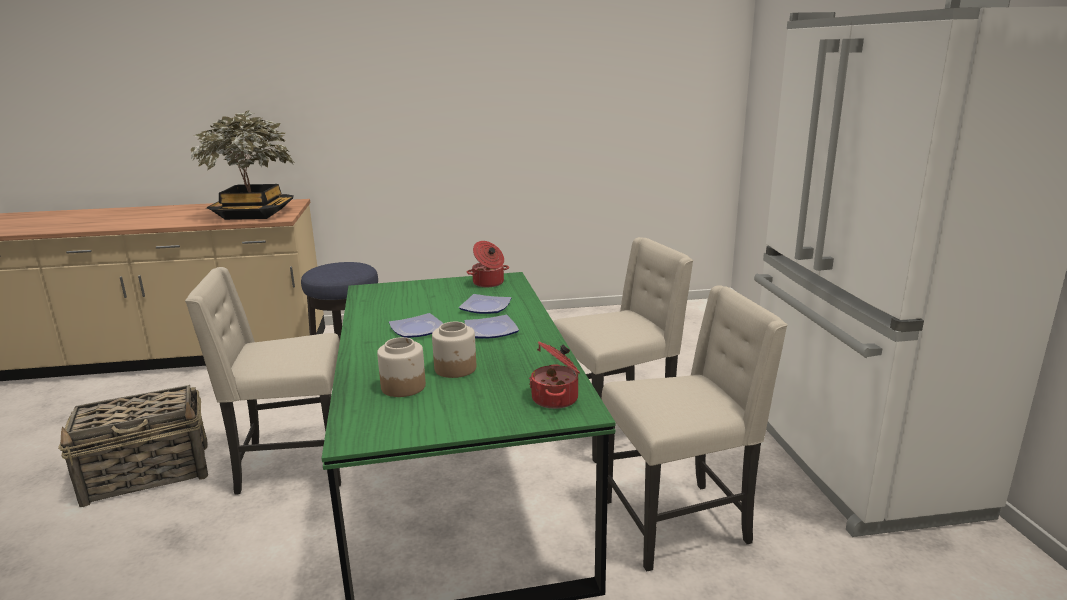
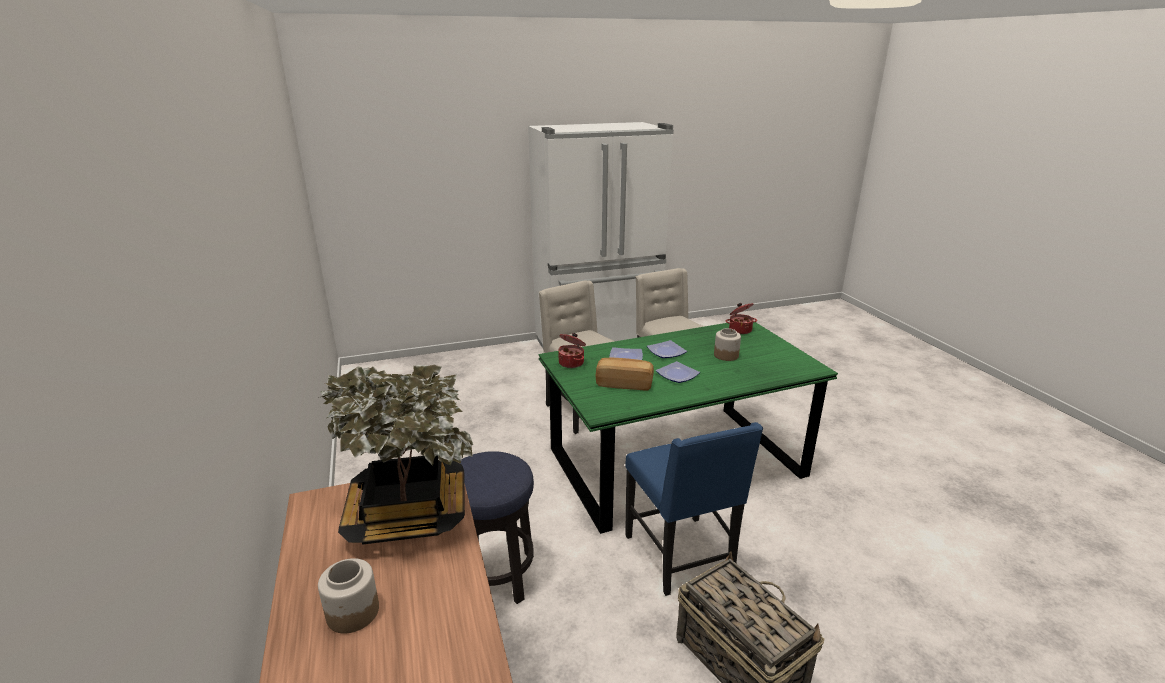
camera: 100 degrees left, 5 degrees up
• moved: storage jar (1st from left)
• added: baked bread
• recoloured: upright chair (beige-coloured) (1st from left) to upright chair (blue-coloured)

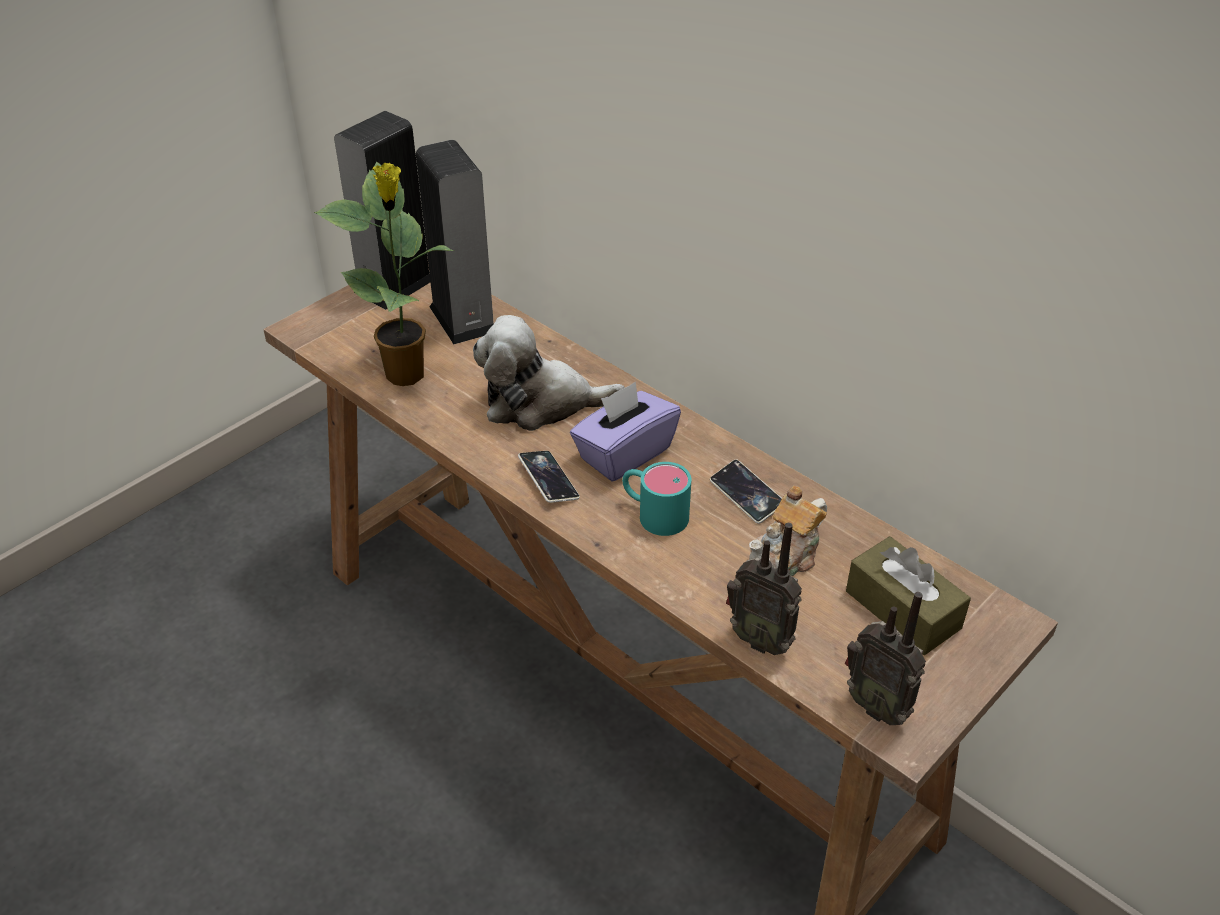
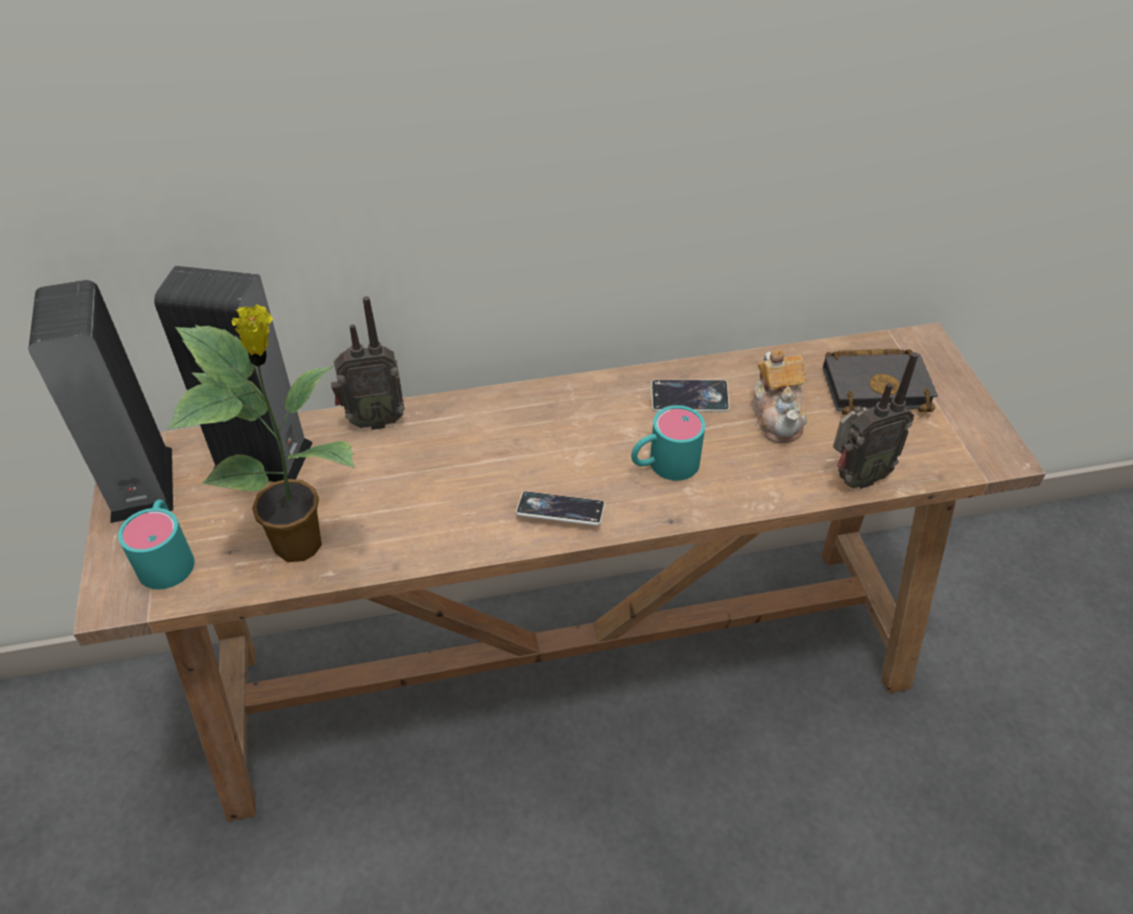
camera: 55 degrees left, 5 degrees up
• added: mug (blue-green) (1st from left)
• moved: radio receiver (2nd from left in the first image) to radio receiver (1st from left)
• replaced: tissue box (brown-coloured) to bound book (black)
• removed: cuddly toy
• removed: tissue box (purple)

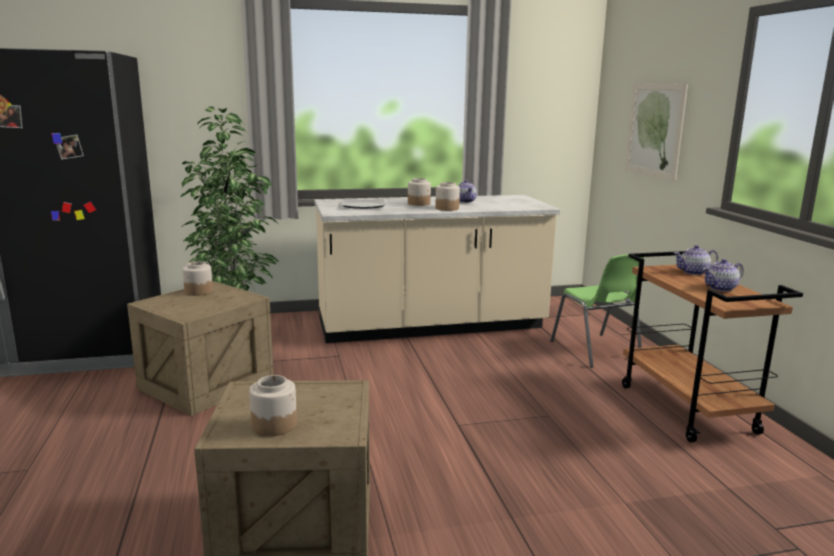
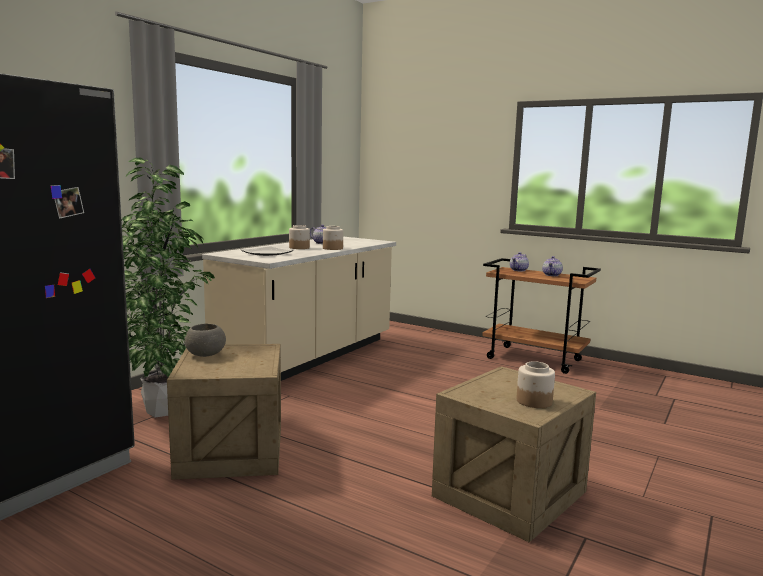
camera: 45 degrees left, 5 degrees down
• replaced: storage jar (1st from left) to bowl (grey)
• removed: upright chair (green-coloured)
• removed: wall picture

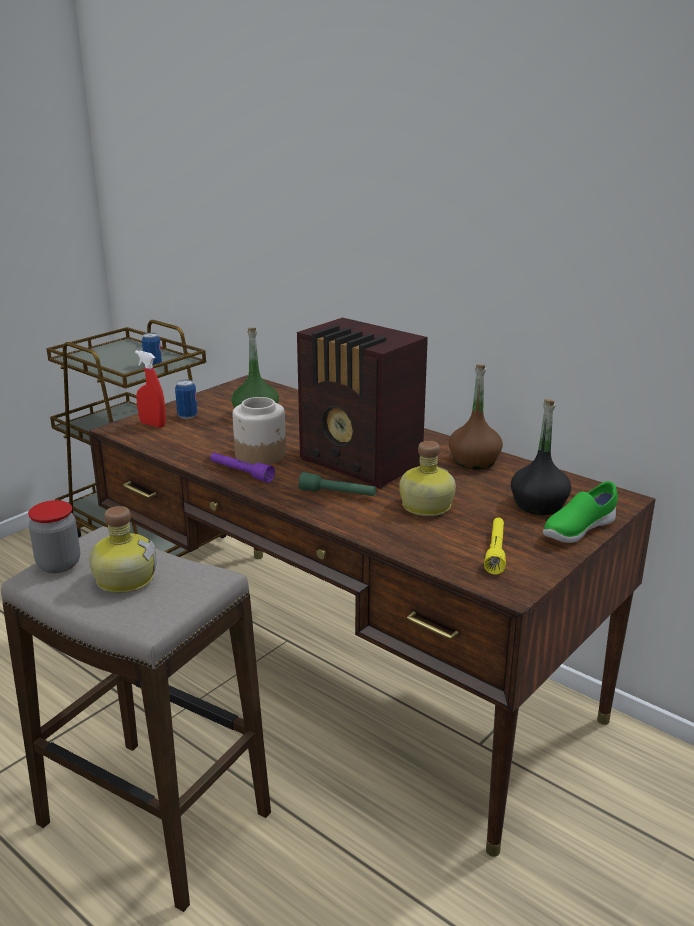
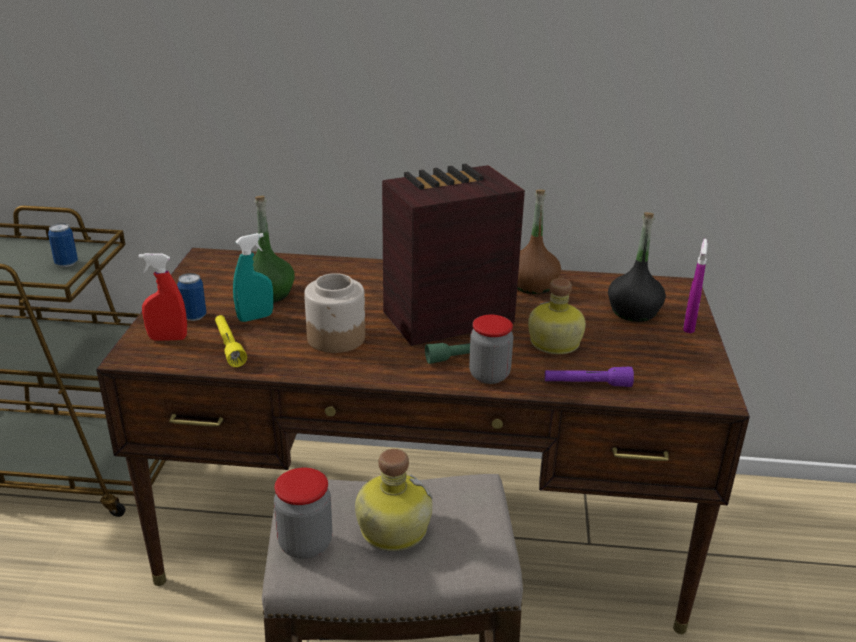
camera: 35 degrees left, 5 degrees up
• moved: flashlight (yellow)
• added: hand sprayer (blue-green)
• turned: radio receiver 150 degrees clockwise
• added: storage jar (3rd from left)
• moved: flashlight (purple)
• replaced: low shoe (green-coloured) to hand sprayer (purple)

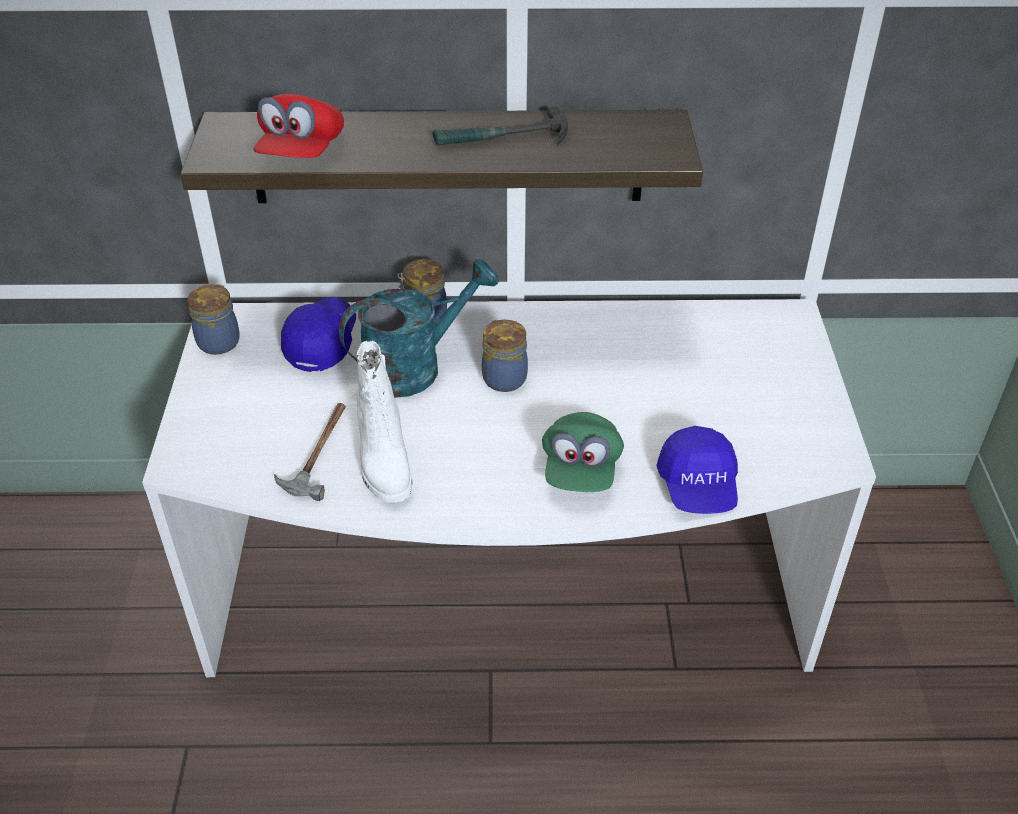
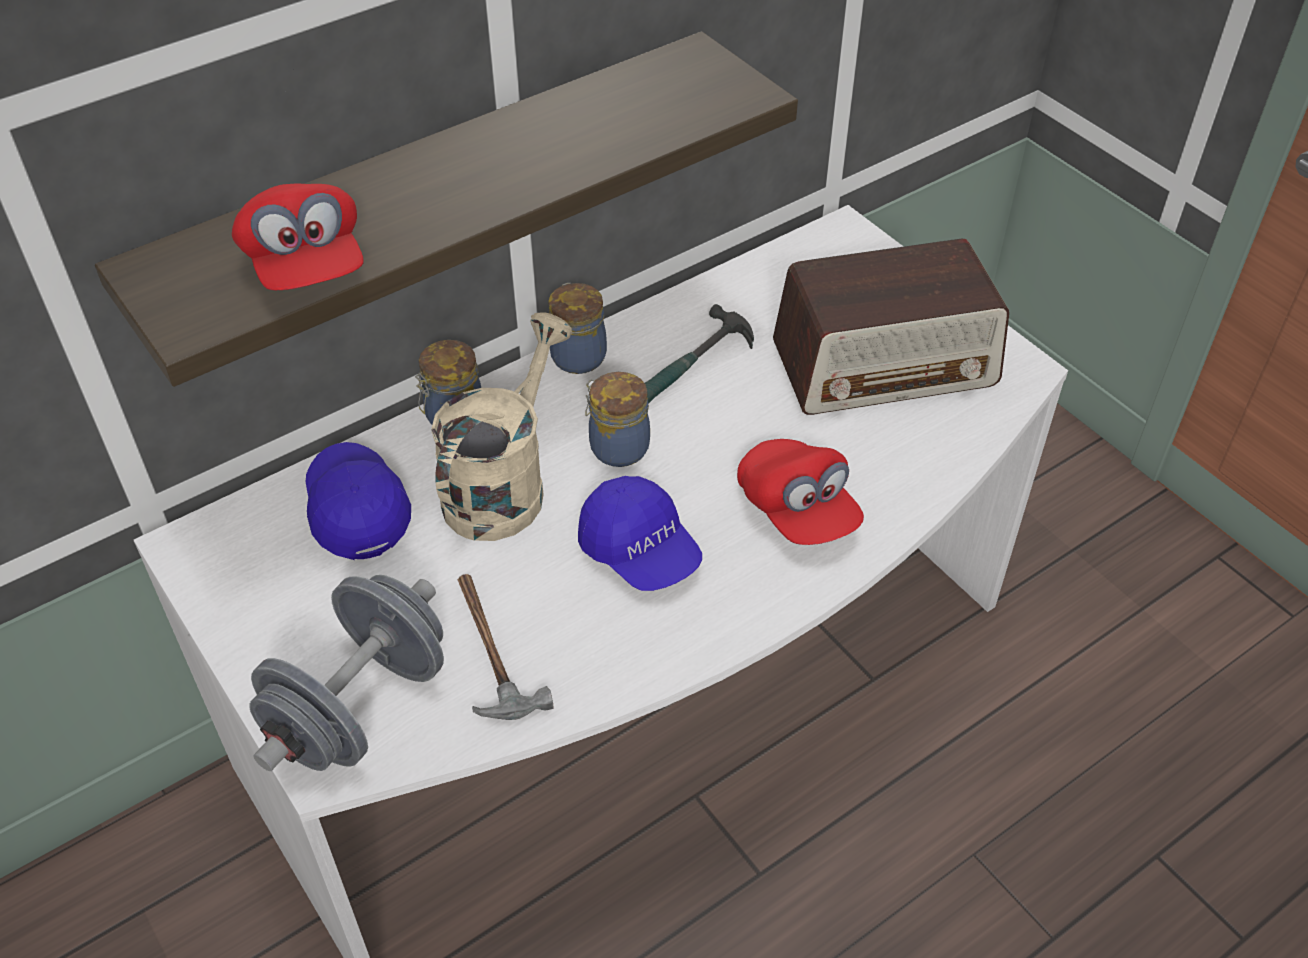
camera: 35 degrees left, 5 degrees up
• added: hand weight (grey)
• recoloured: sprinkling can (blue-green) to sprinkling can (beige-coloured)
• moved: storage jar (1st from left in the first image) to storage jar (2nd from left)
• moved: cap (blue-coloured) (2nd from left)
• moved: hand hammer (2nd from left)
• recoloured: cap (green-coloured) to cap (red-coloured) (2nd from left)
• added: radio receiver
• removed: boot (white)

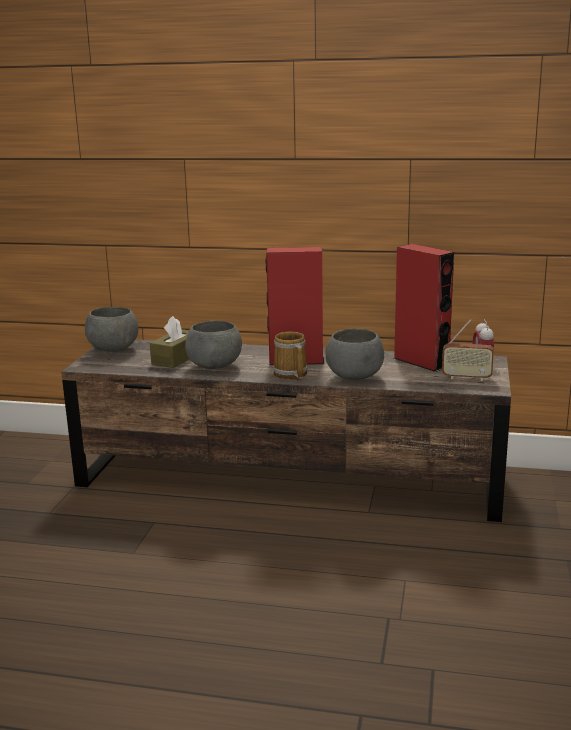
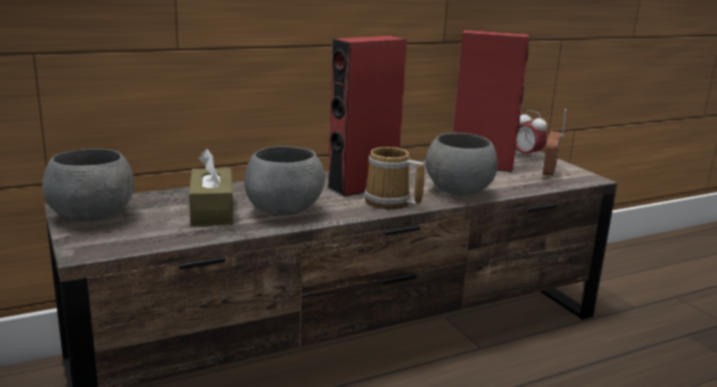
camera: 40 degrees left, 0 degrees up
• turned: radio receiver 135 degrees clockwise

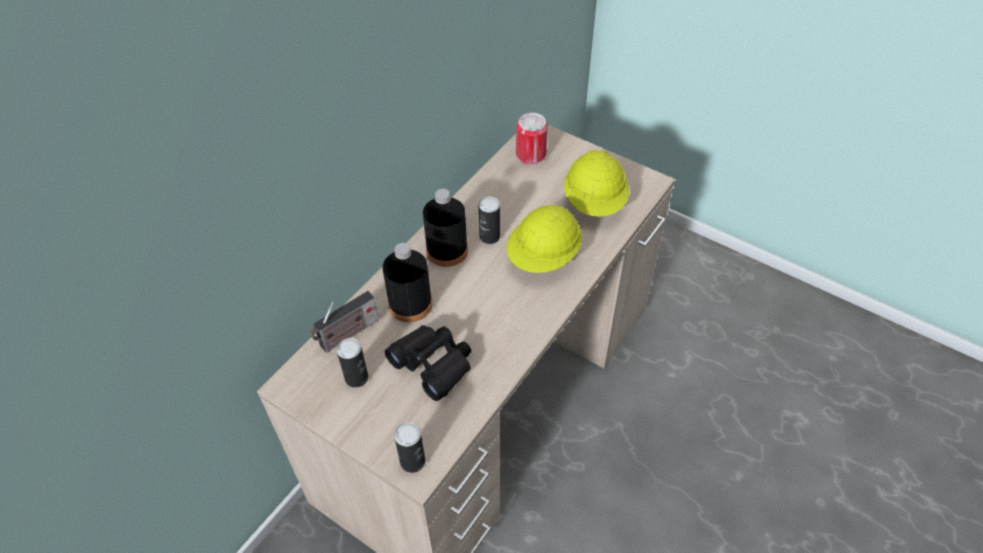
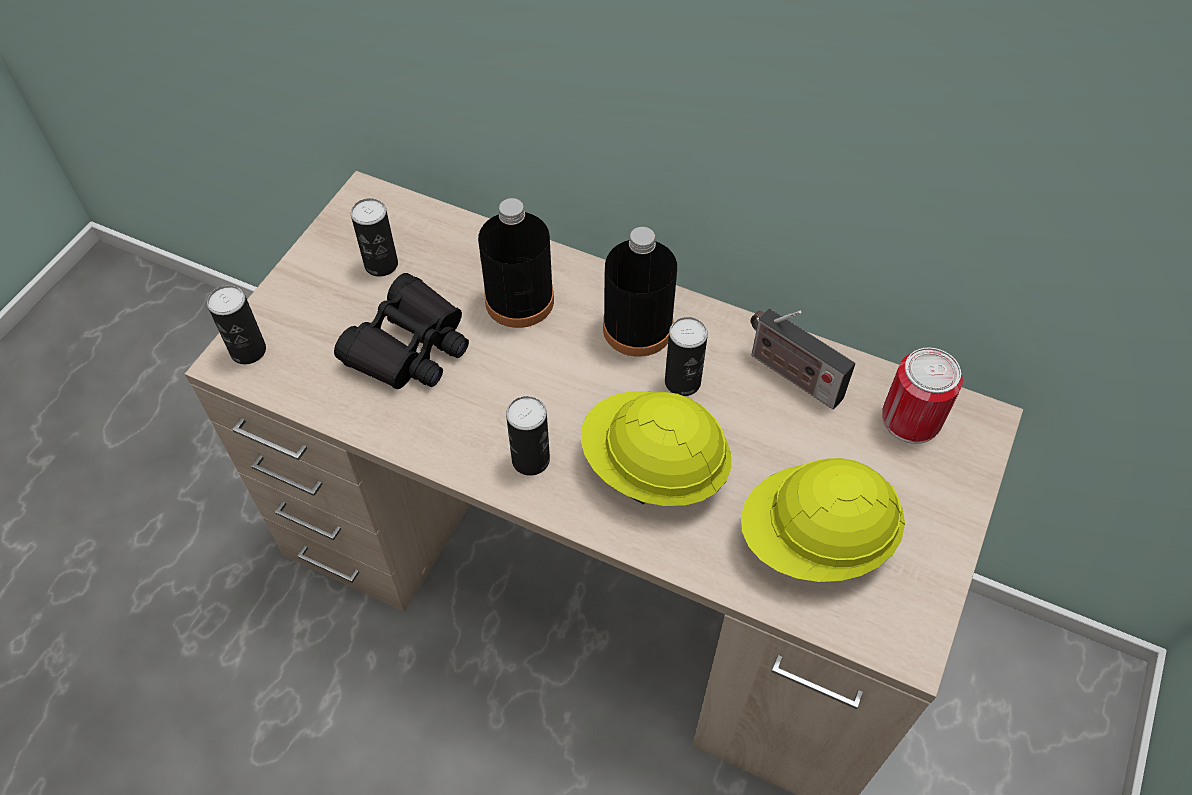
camera: 80 degrees right, 5 degrees up
• added: sealed can (3rd from left)
• moved: radio receiver

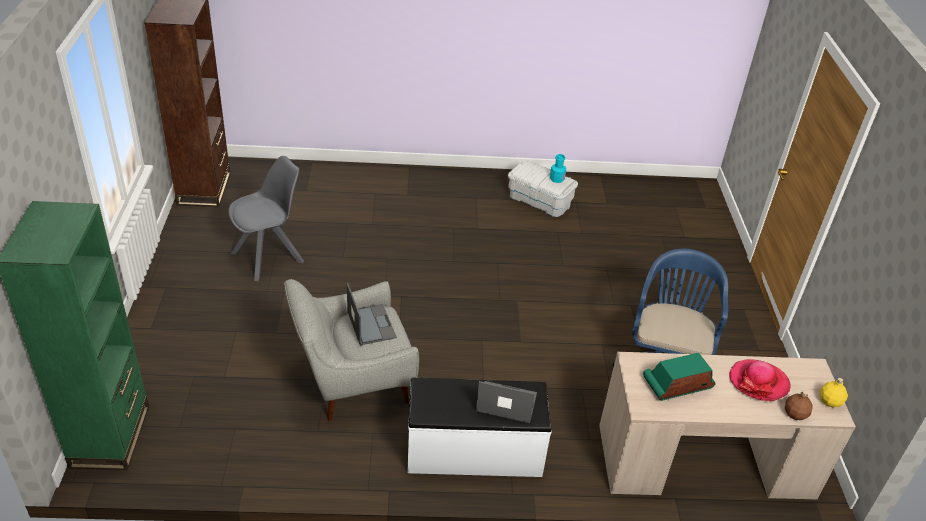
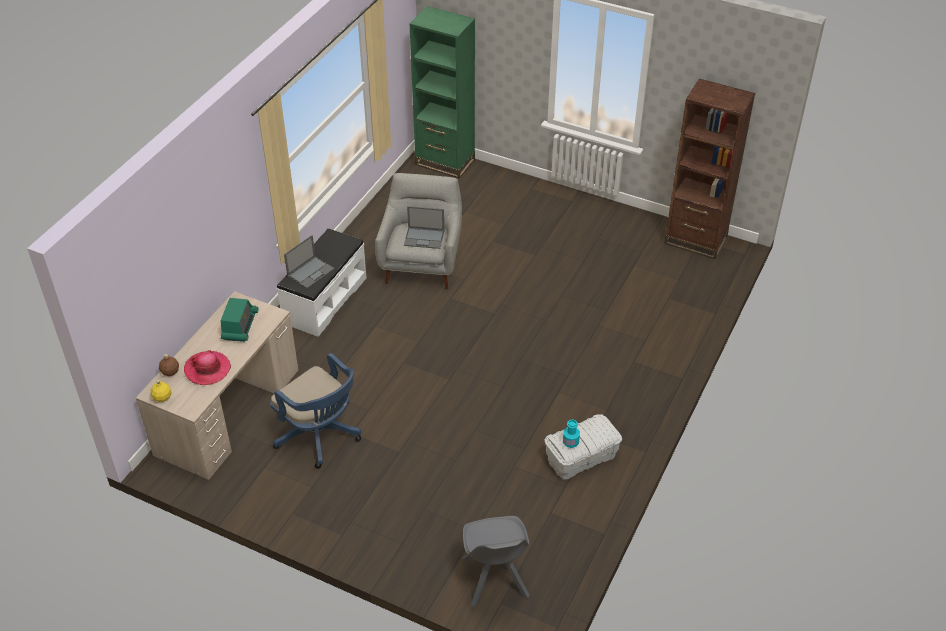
camera: 120 degrees right, 5 degrees up
• moved: upright chair (grey)

